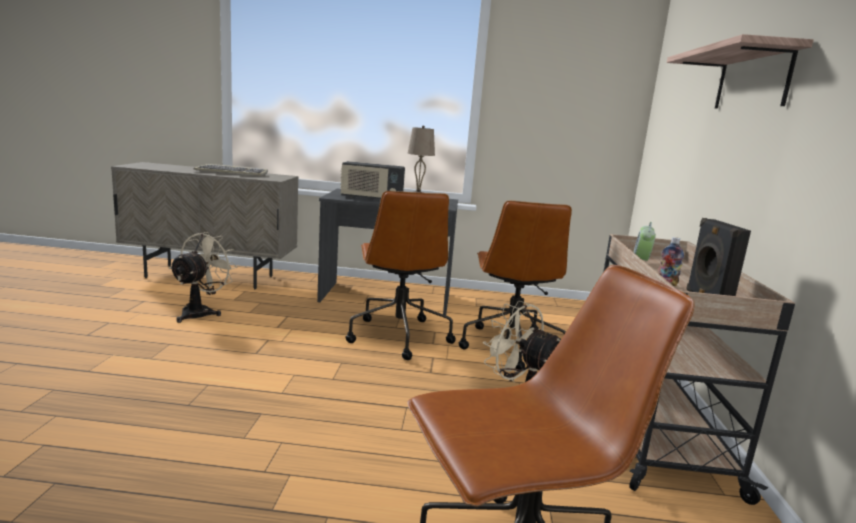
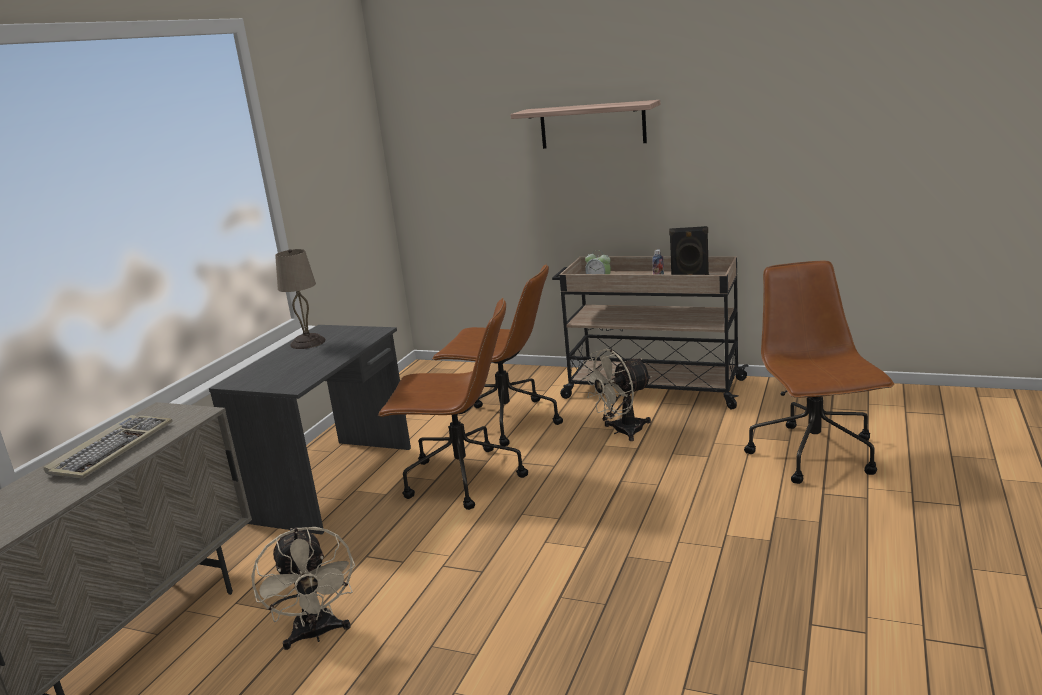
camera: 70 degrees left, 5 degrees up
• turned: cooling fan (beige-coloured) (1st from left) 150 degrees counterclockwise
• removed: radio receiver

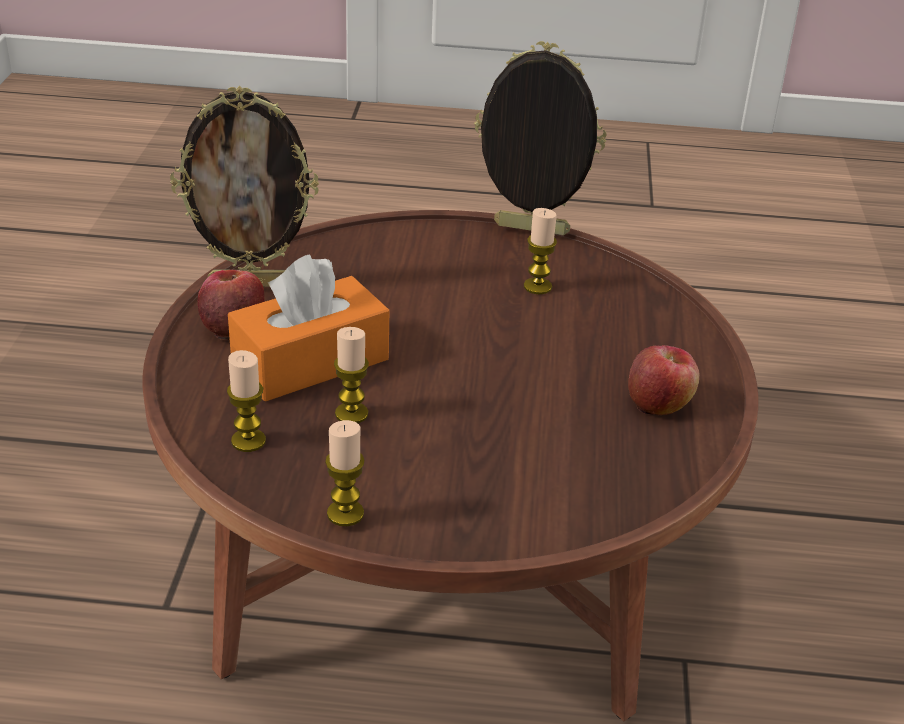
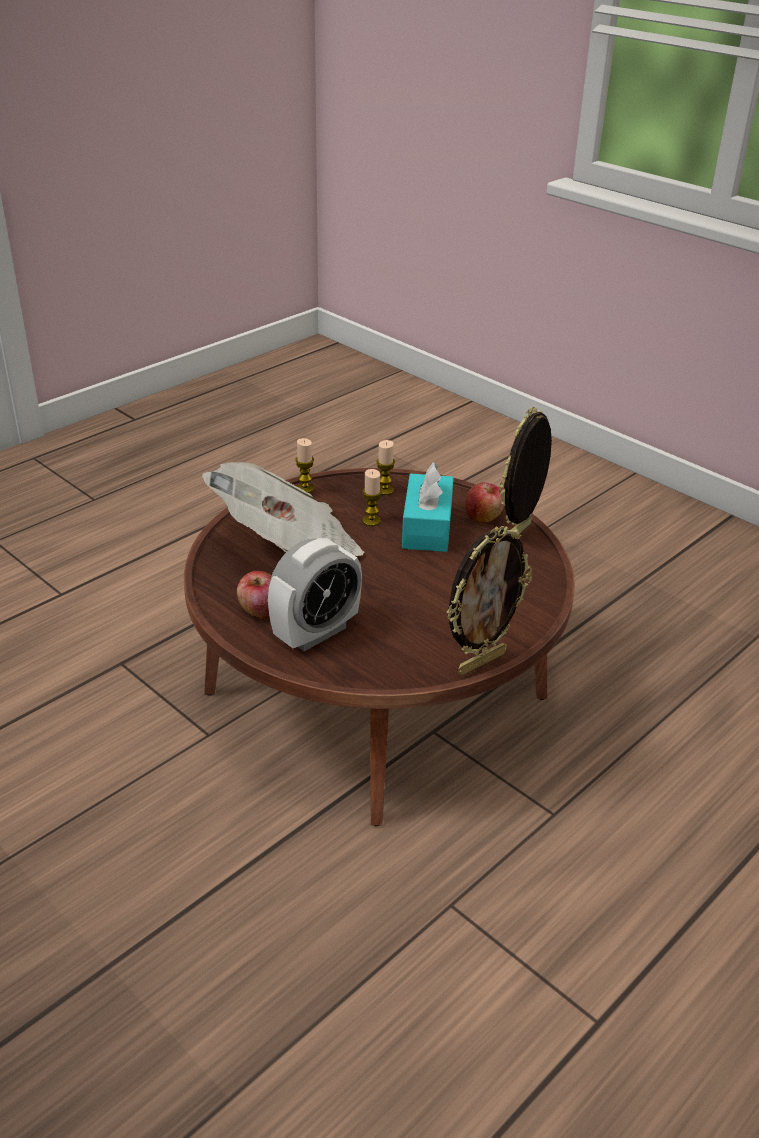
camera: 130 degrees right, 0 degrees up
• added: newspaper
• added: table clock
• recoloured: tissue box (orange-coloured) to tissue box (blue-green)
• removed: candle (4th from left)

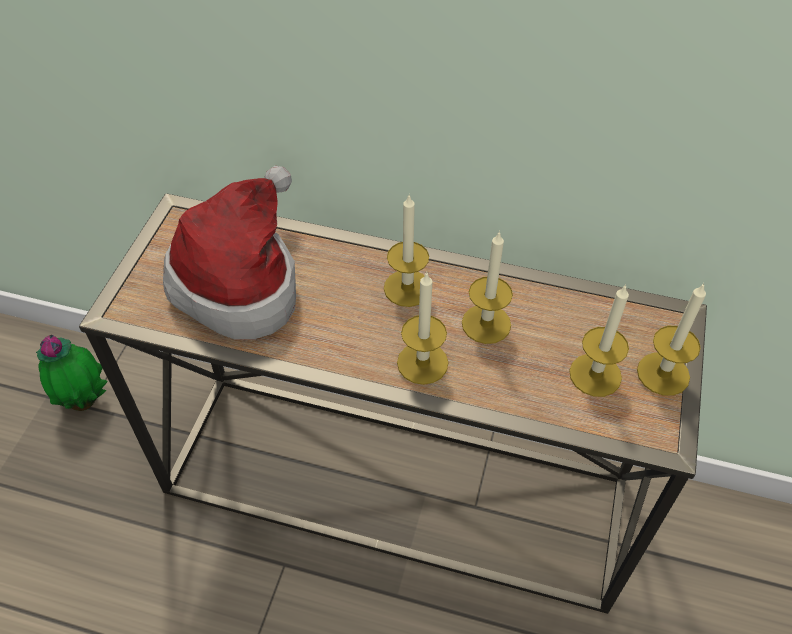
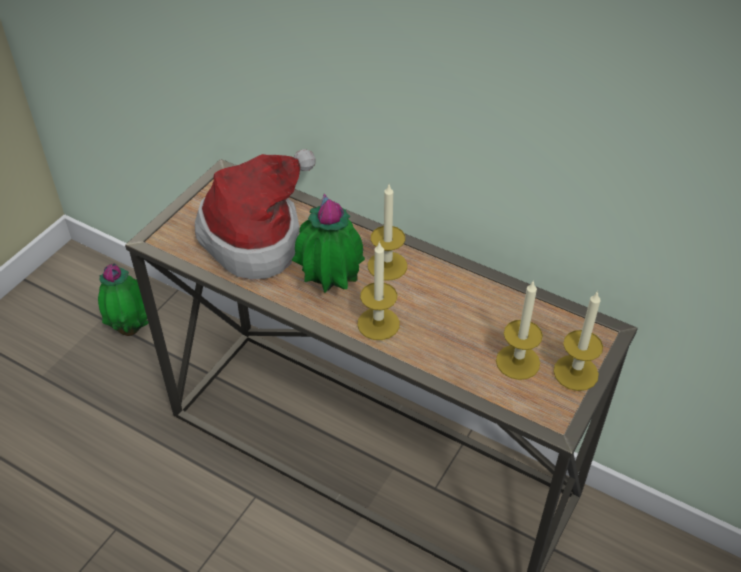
camera: 15 degrees right, 5 degrees down
• added: houseplant (2nd from left)
• removed: candle (3rd from left)

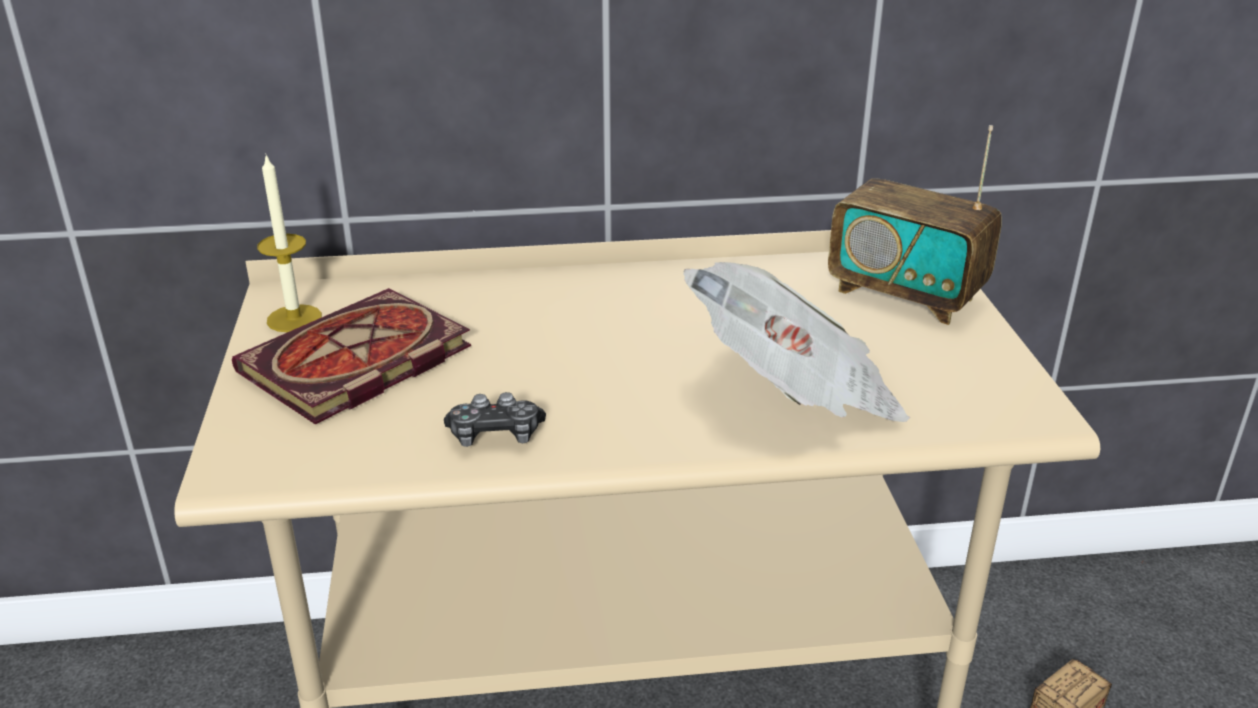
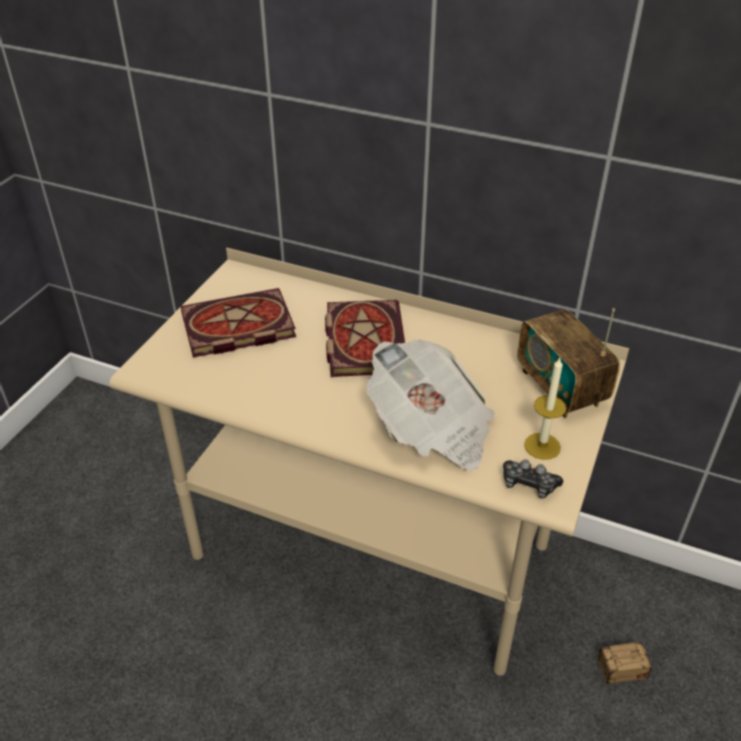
camera: 30 degrees right, 10 degrees up
• added: bound book (2nd from left)
• moved: gamepad
• moved: candle

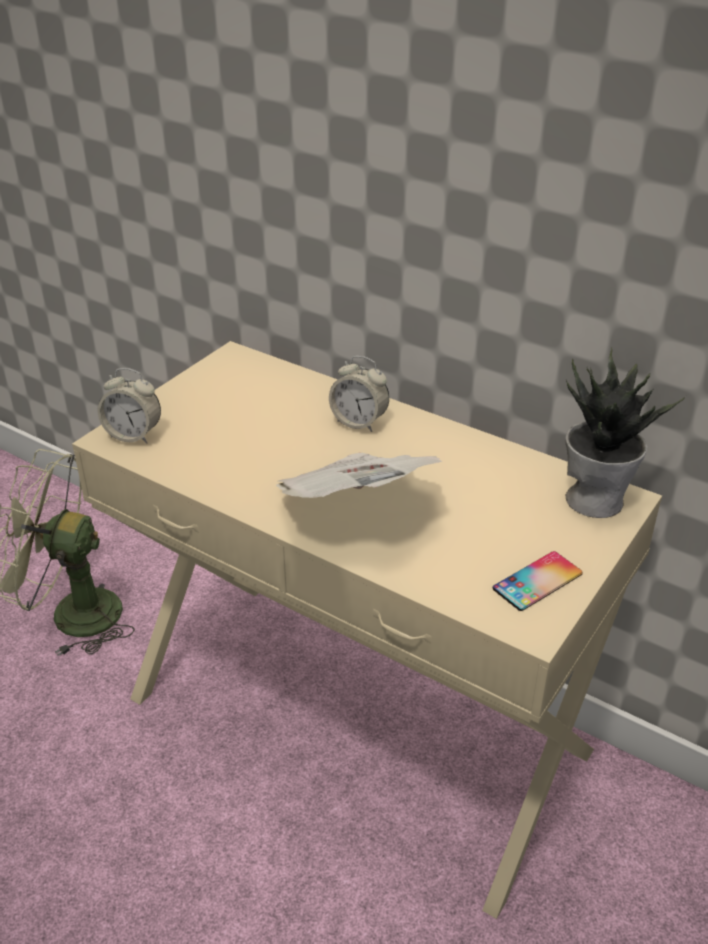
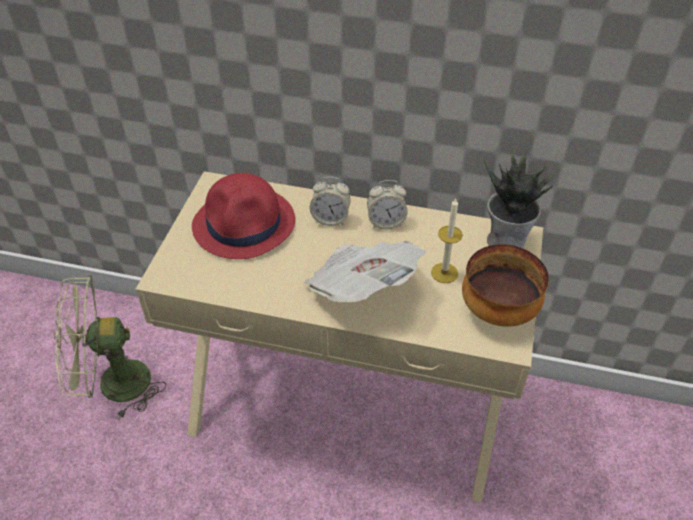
camera: 20 degrees left, 10 degrees up
• added: hat (red-coloured)
• moved: table clock (1st from left in the first image) to table clock (2nd from left)
• added: candle
• replaced: phone to bowl

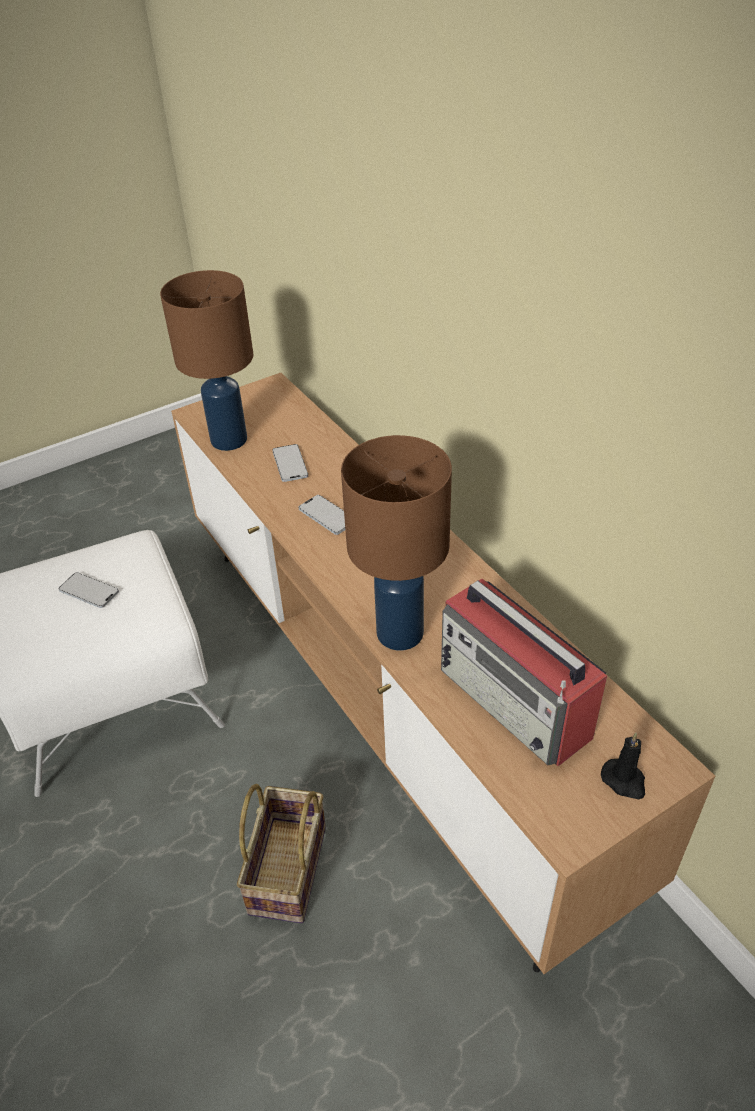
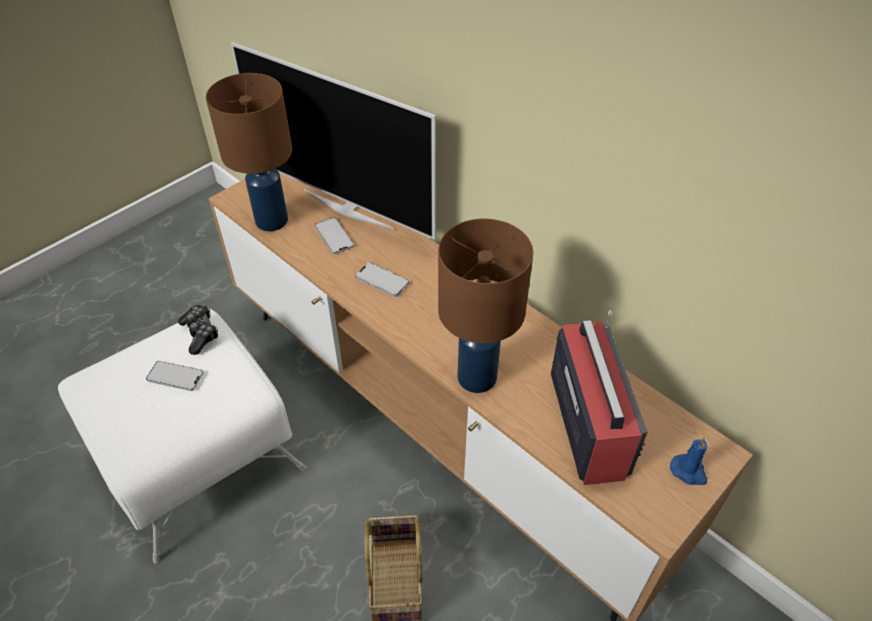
camera: 15 degrees left, 5 degrees up
• added: gamepad
• added: TV
• turned: radio receiver 135 degrees counterclockwise
• recoloured: candle (black) to candle (blue-coloured)

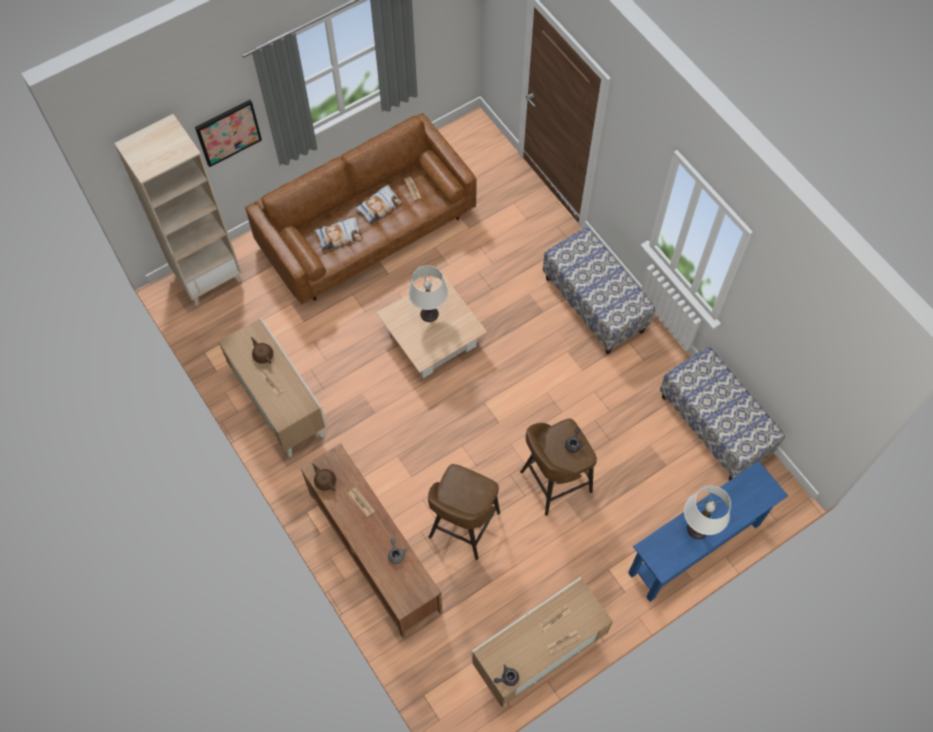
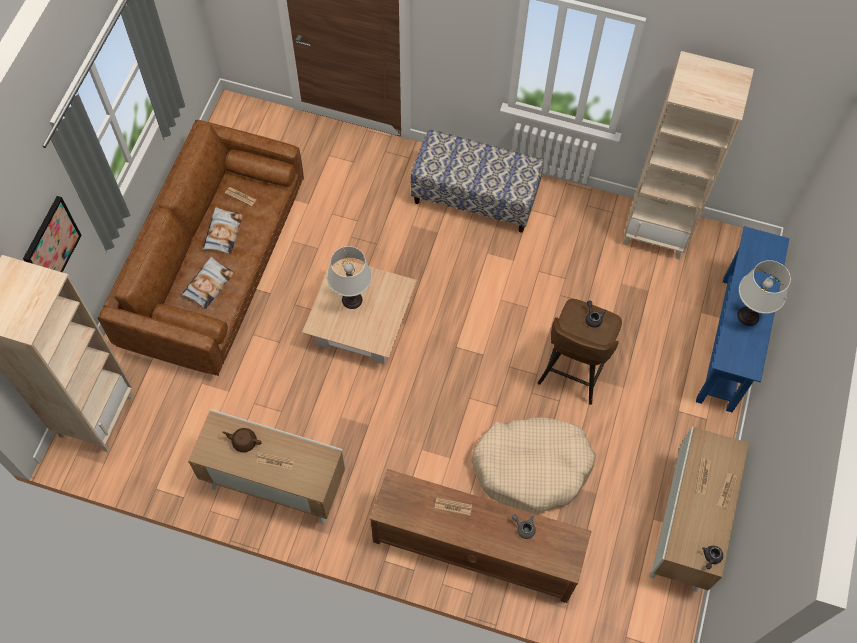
camera: 40 degrees left, 0 degrees up
• replaced: stool (brown-coloured) (1st from left) to dog bed (beige-coloured)
• replaced: long seat (2nd from left) to shelving unit (beige-coloured) (2nd from left)
• removed: pot for tea (brown-coloured) (2nd from left)

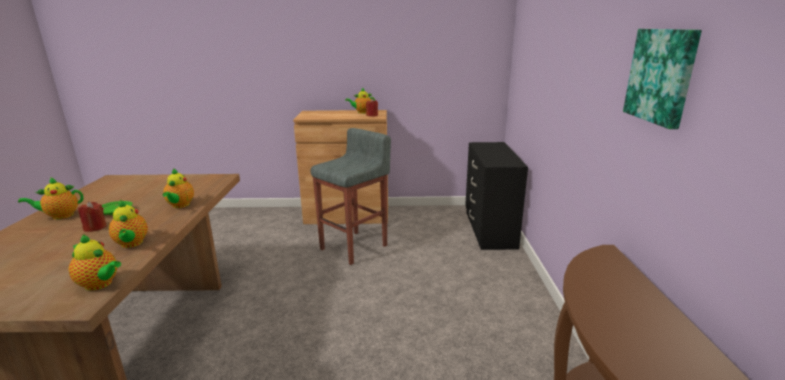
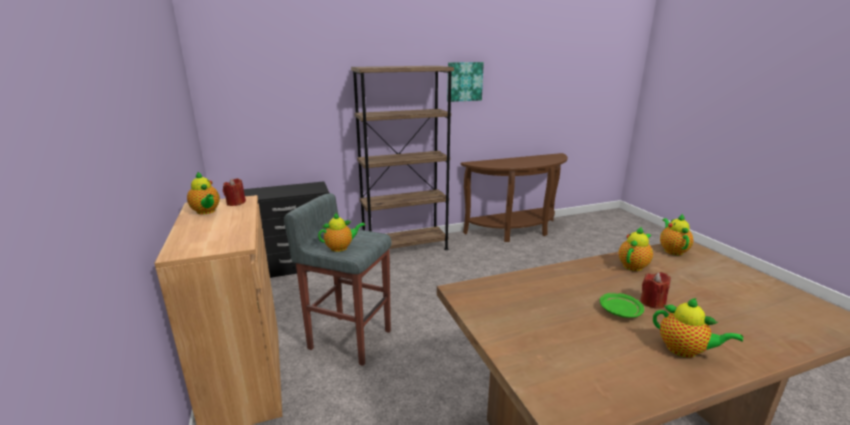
camera: 110 degrees left, 0 degrees up
• moved: pot for tea (4th from left in the first image) to pot for tea (2nd from left)
• added: shelving unit (brown-coloured)

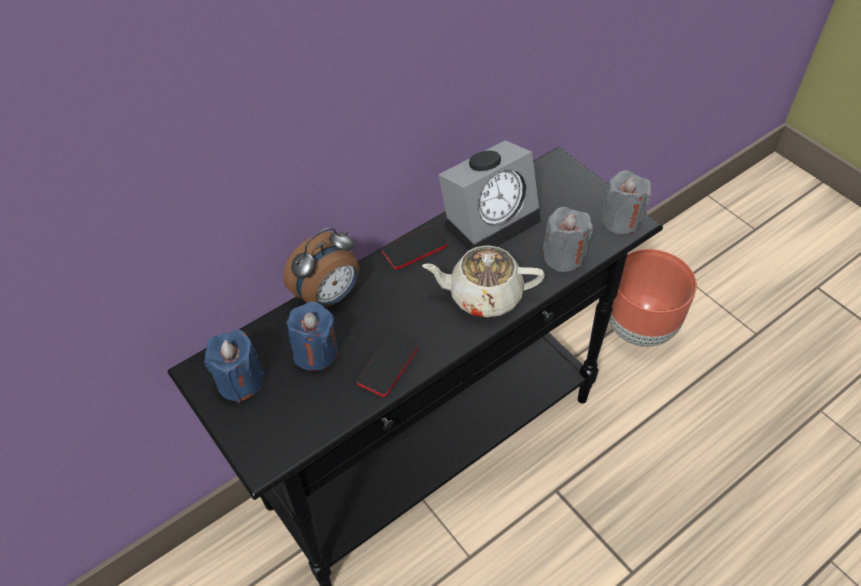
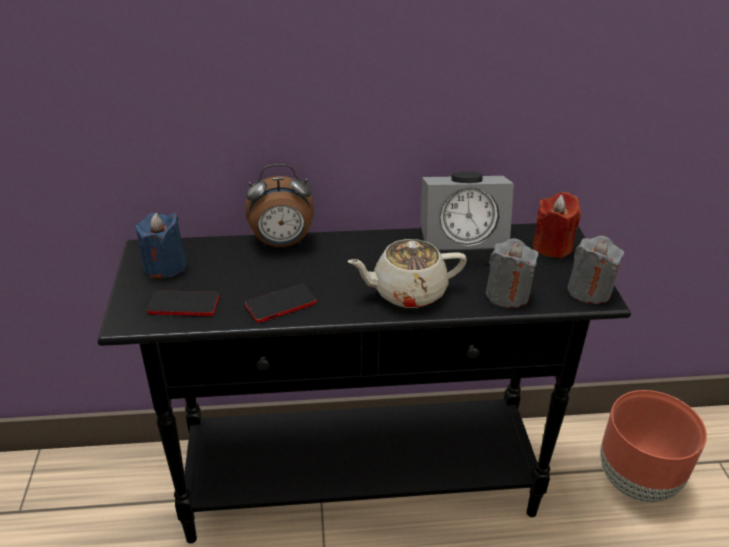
camera: 30 degrees right, 15 degrees down
• moved: phone (2nd from left in the first image) to phone (1st from left)
• turned: pot for tea (beige-coloured) 45 degrees counterclockwise
• added: candle (red-coloured)
• removed: candle (blue-coloured) (2nd from left)

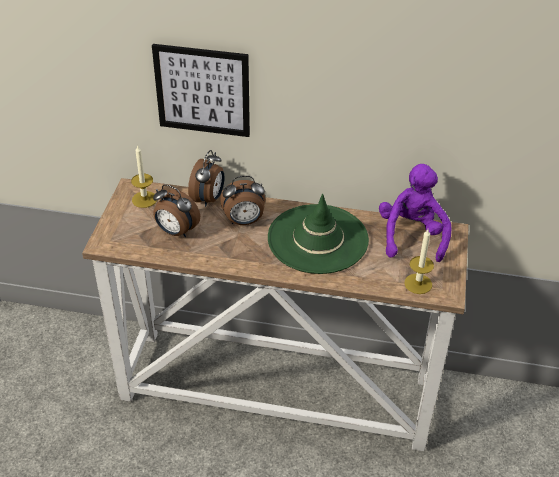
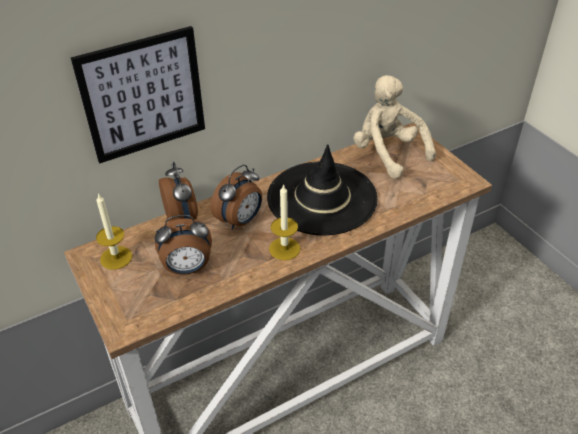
camera: 40 degrees left, 0 degrees up
• recoloured: hat (green-coloured) to hat (black)
• moved: candle (2nd from left)
• recoloured: cuddly toy (purple) to cuddly toy (beige-coloured)

